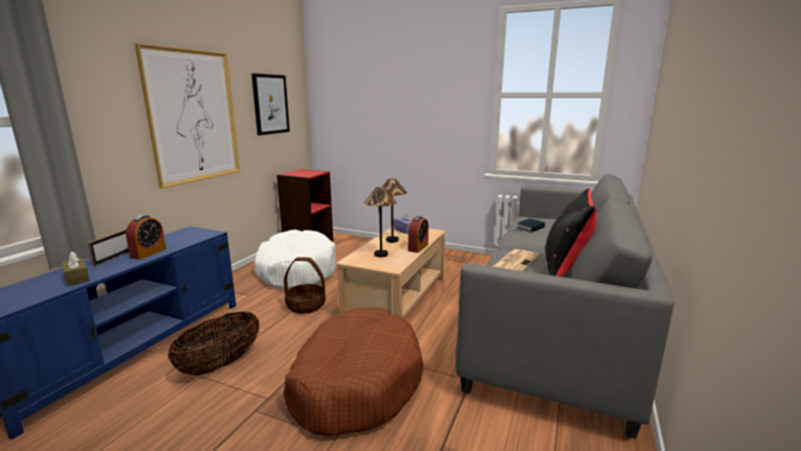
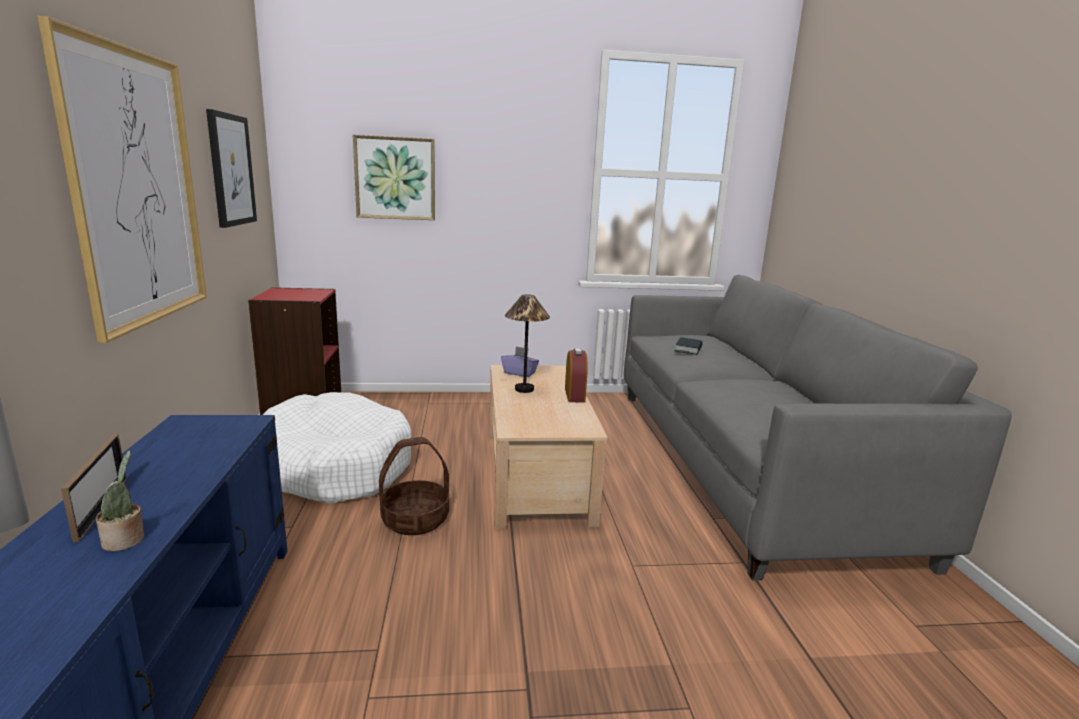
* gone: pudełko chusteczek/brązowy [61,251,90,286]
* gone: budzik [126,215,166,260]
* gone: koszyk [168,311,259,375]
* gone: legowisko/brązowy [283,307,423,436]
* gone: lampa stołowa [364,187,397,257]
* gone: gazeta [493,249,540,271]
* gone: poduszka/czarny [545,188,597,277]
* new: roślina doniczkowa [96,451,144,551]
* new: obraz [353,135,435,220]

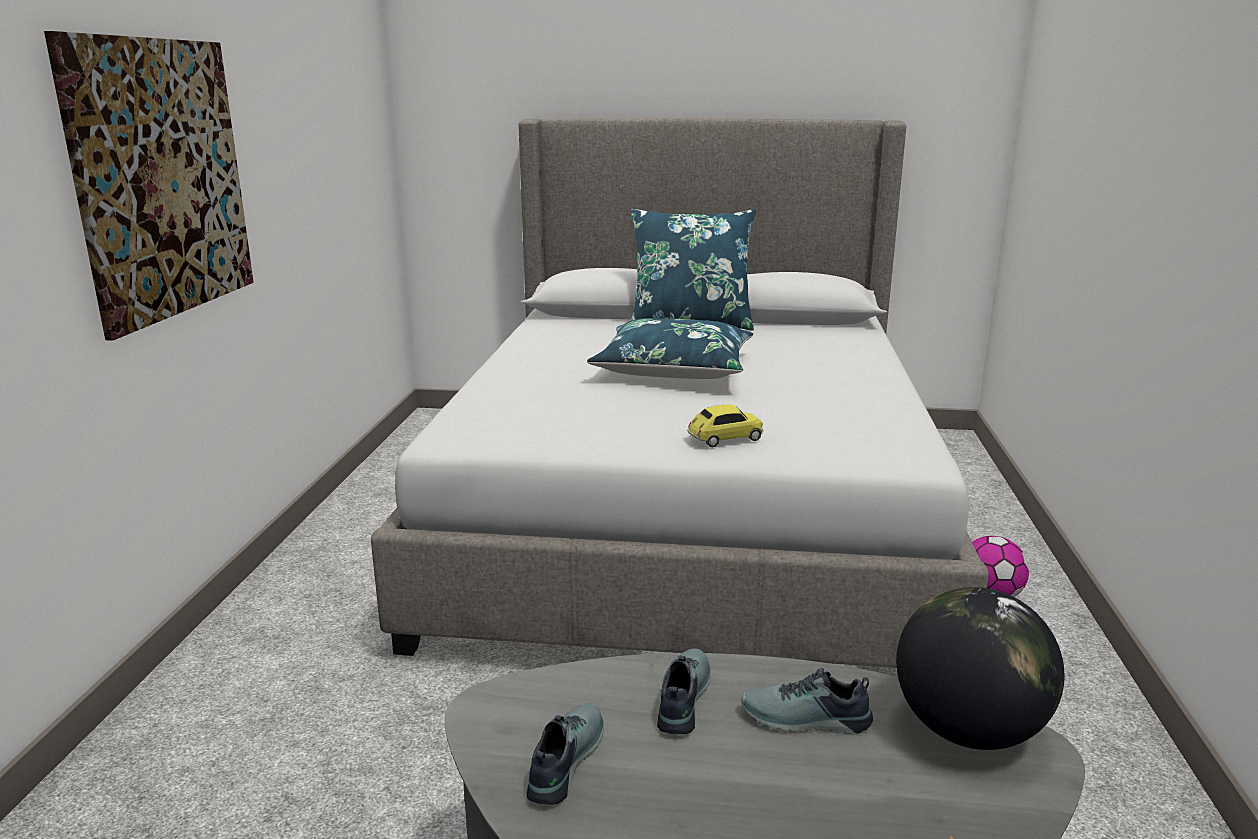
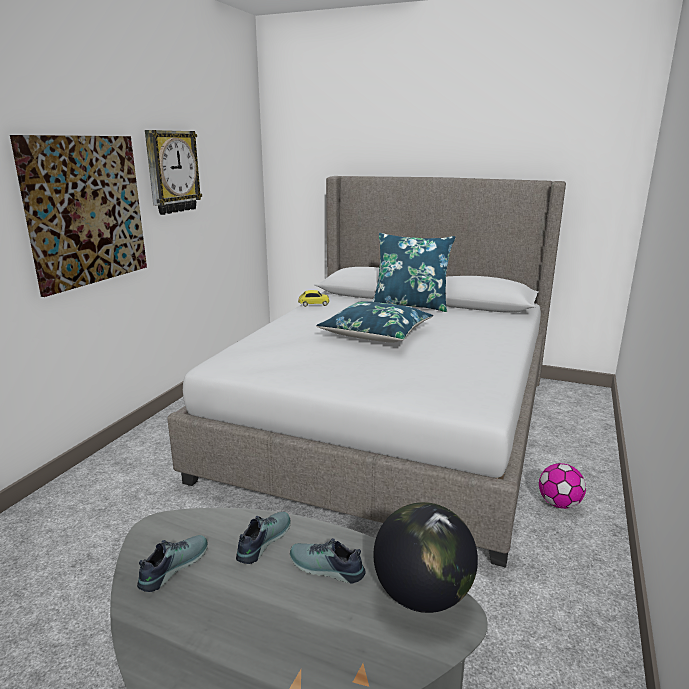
* shifted: samochodzik [687,404,763,447] to [298,290,330,307]
* new: zegar ścienny [145,130,202,215]

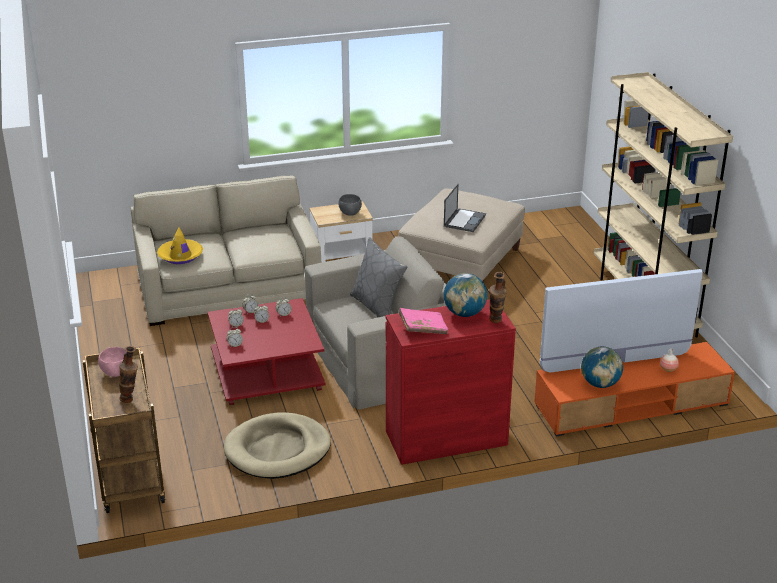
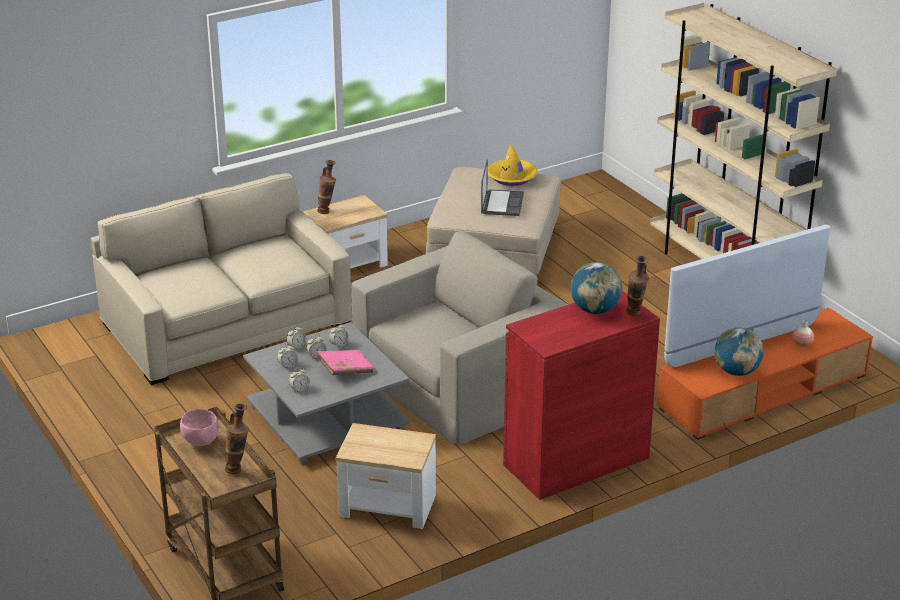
* shifted: kapelusz/żółty [157,228,203,264] to [488,144,538,186]
* repainted: ława/czerwony [208,298,326,405] to ława/szary [243,322,410,465]
* swapped: legowisko/beżowy [224,412,331,479] to stolik [336,423,436,529]
* gone: miska/szary [338,194,362,216]
* gone: poduszka/szary [350,237,407,317]
* shifted: książka/różowy [399,308,448,334] to [316,350,374,375]
* new: wazon [317,160,336,214]

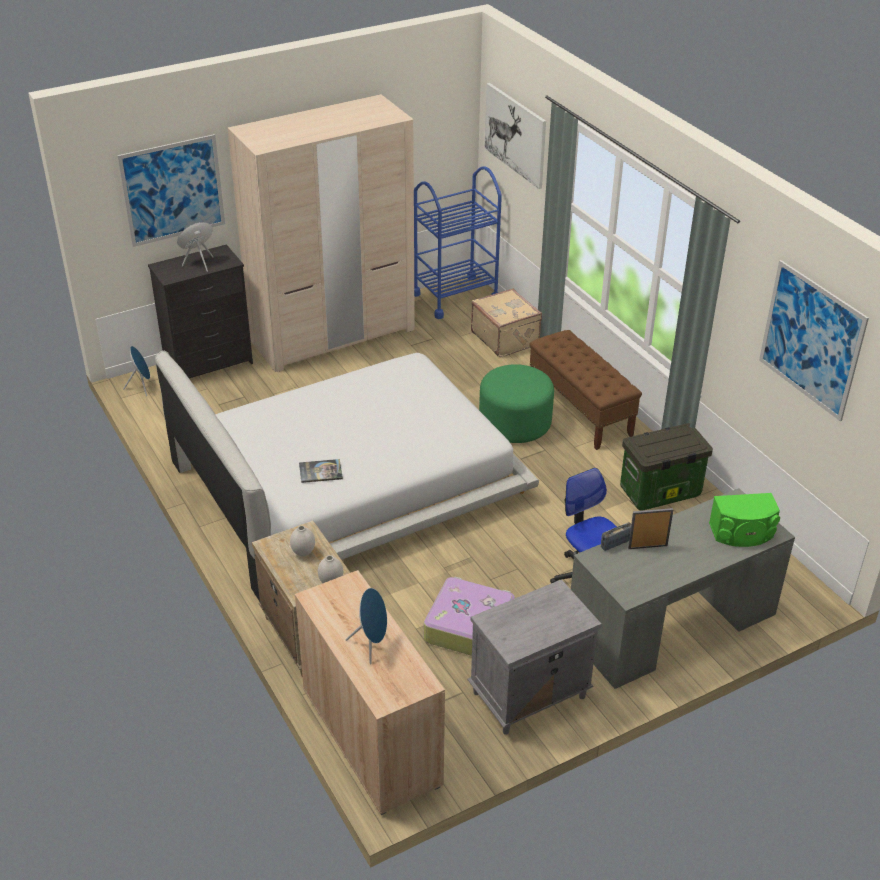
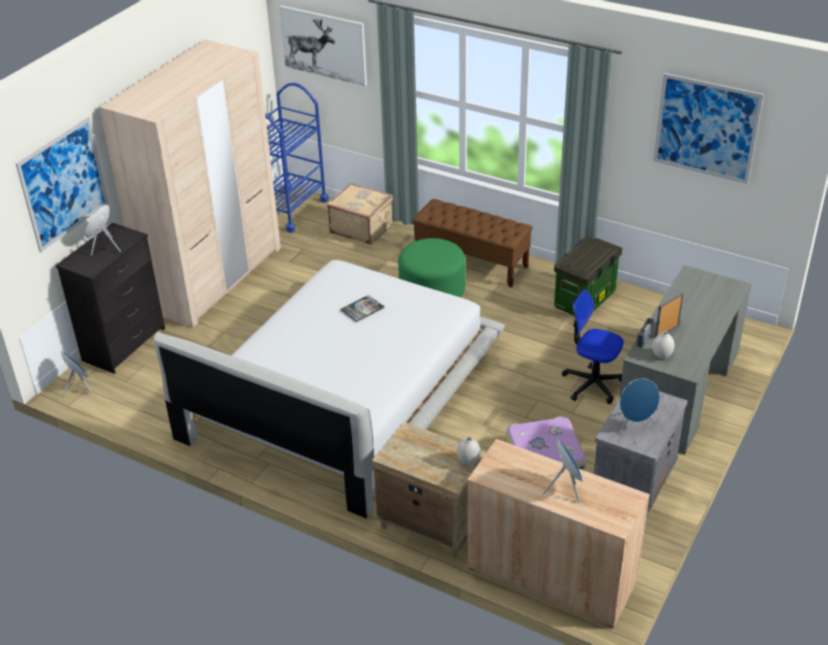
* shifted: wazon/biały [290,526,315,557] to [652,331,674,359]
* shifted: książka [299,459,343,483] to [340,295,384,322]
* gone: głośnik/zielony [709,493,780,547]
* new: głośnik/niebieski [620,378,660,434]

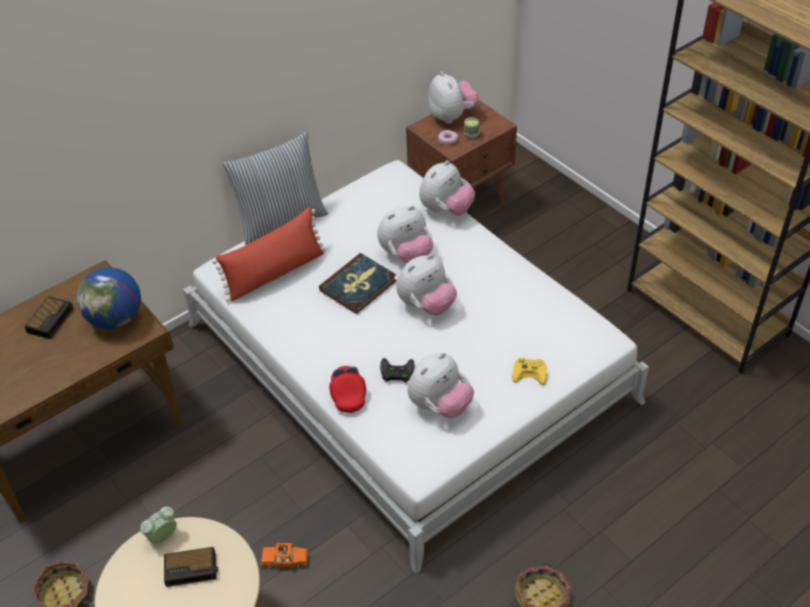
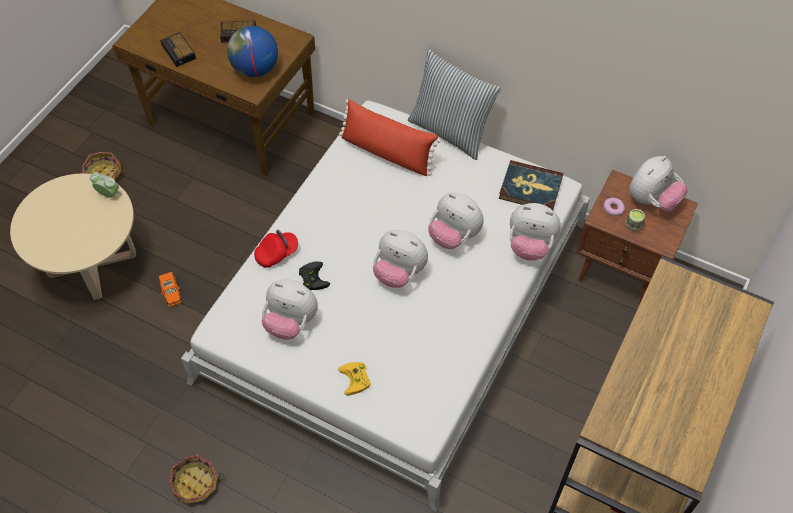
* shifted: budzik [164,547,218,587] to [160,32,196,67]
* shifted: książka [319,253,397,314] to [499,160,563,210]

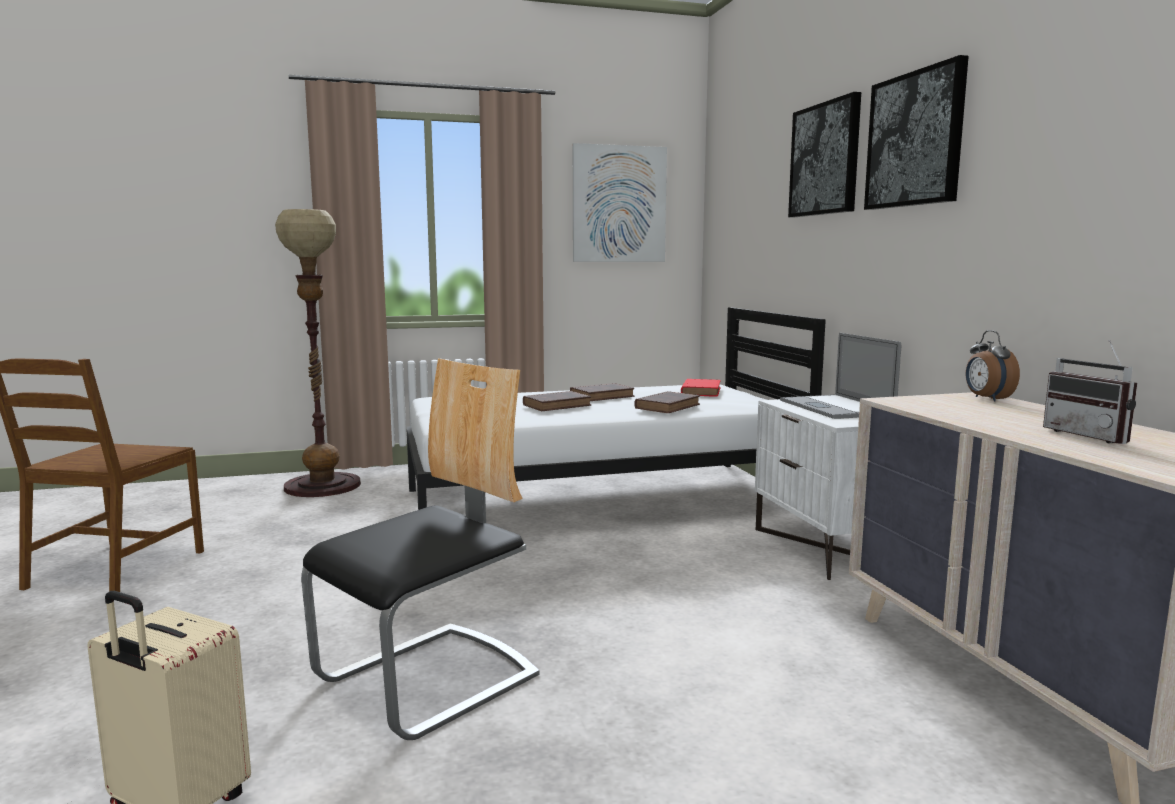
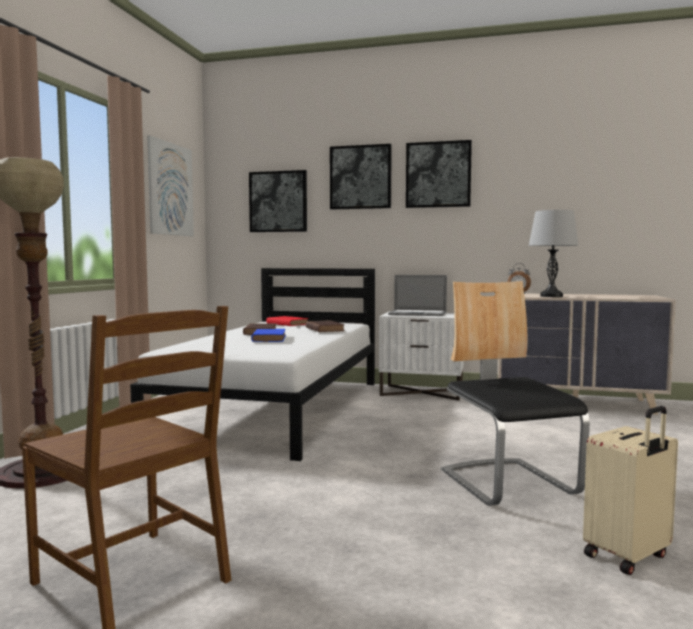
* repainted: książka/brązowy [523,391,591,411] to książka/niebieski [251,329,286,342]
* gone: radio [1043,340,1137,444]
* new: obraz [249,170,307,232]
* new: lampa stołowa/szary [529,210,578,297]

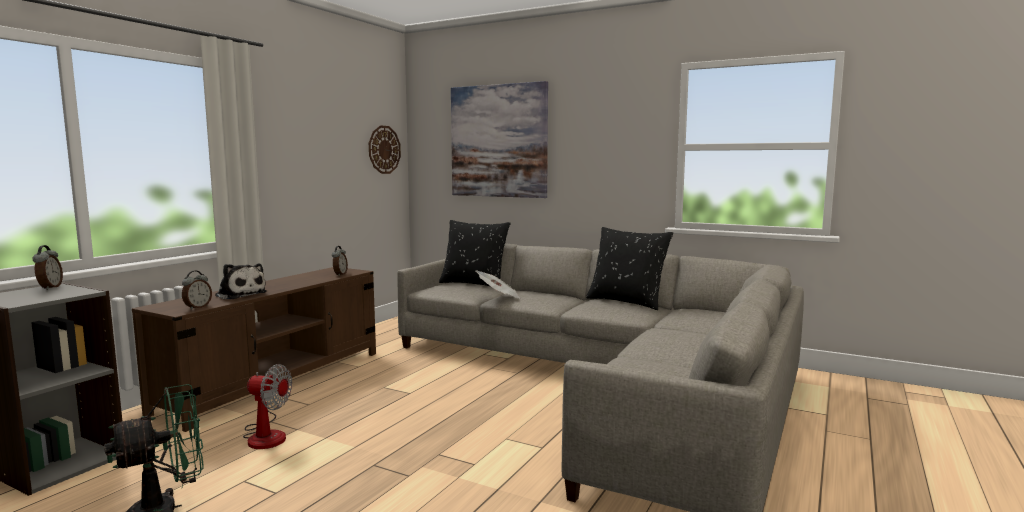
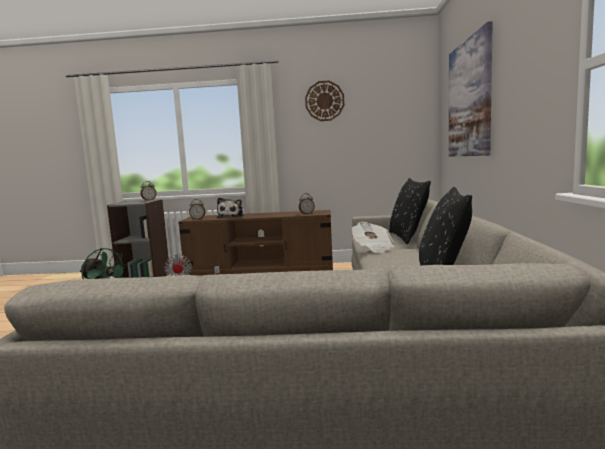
* shifted: zegar ścienny [369,125,401,174] to [305,81,344,121]

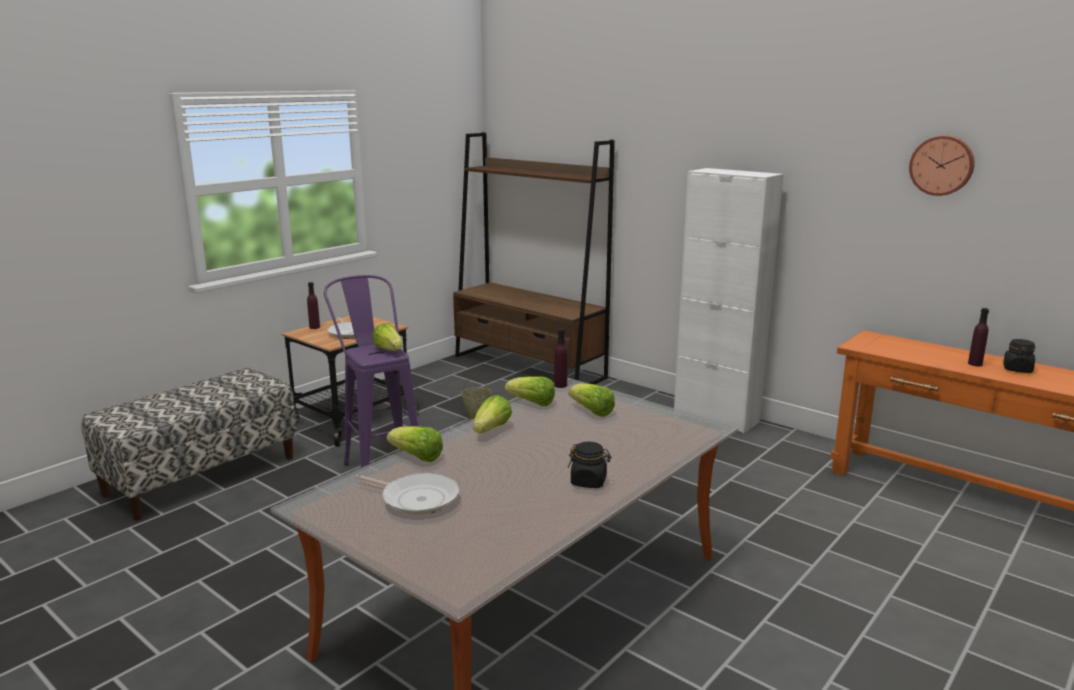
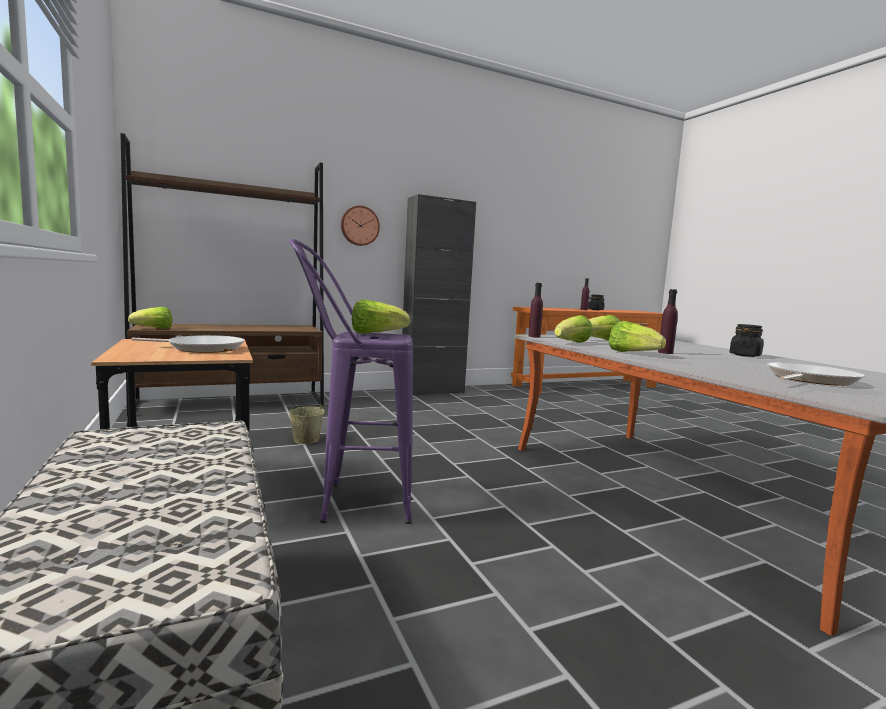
* shifted: butelka/fioletowy [307,282,320,329] to [658,289,678,354]
* shifted: sałata [387,426,443,462] to [128,307,172,329]
* repainted: szafka/biały [674,168,784,434] to szafka/czarny [402,194,476,395]
* shifted: zegar ścienny [909,135,975,196] to [341,206,380,246]

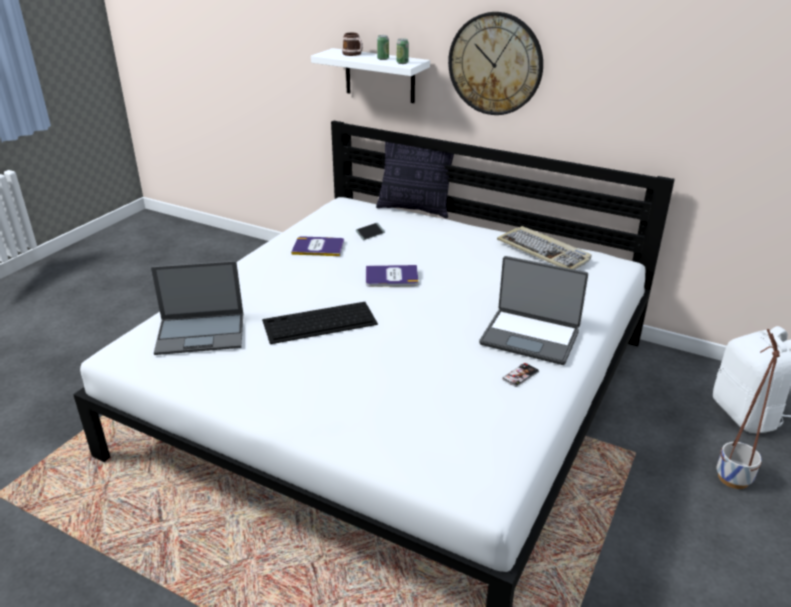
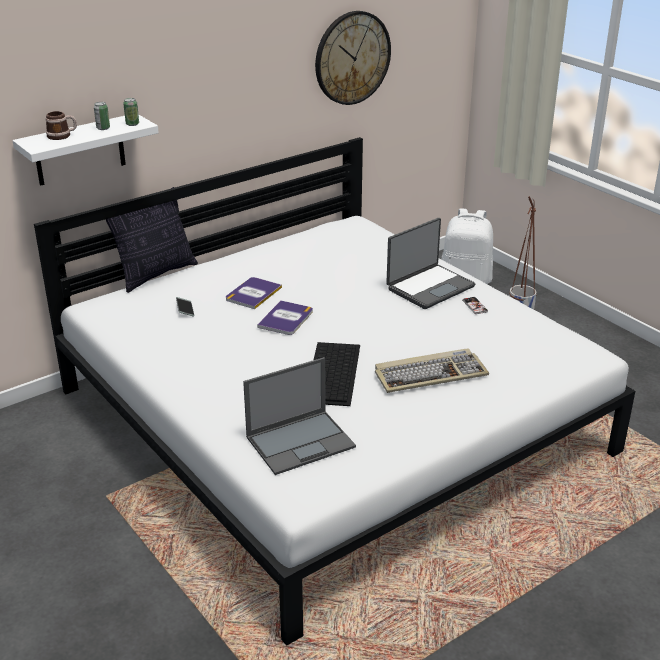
* rotated: laptop [151,261,243,355] = [243,357,356,475] 45 degrees clockwise
* shifted: książka [291,236,344,256] to [226,277,282,309]
* shifted: zegar ścienny [448,12,543,115] to [315,11,391,105]
* shifted: klawiatura [497,226,592,270] to [375,348,489,393]

